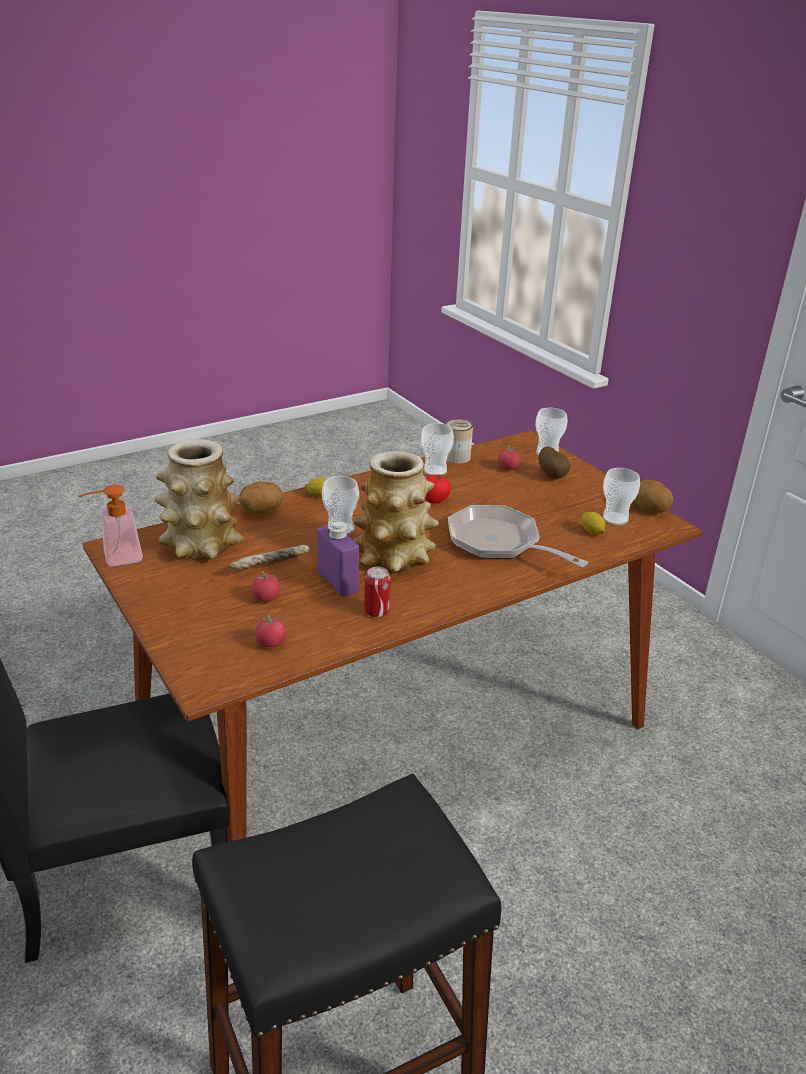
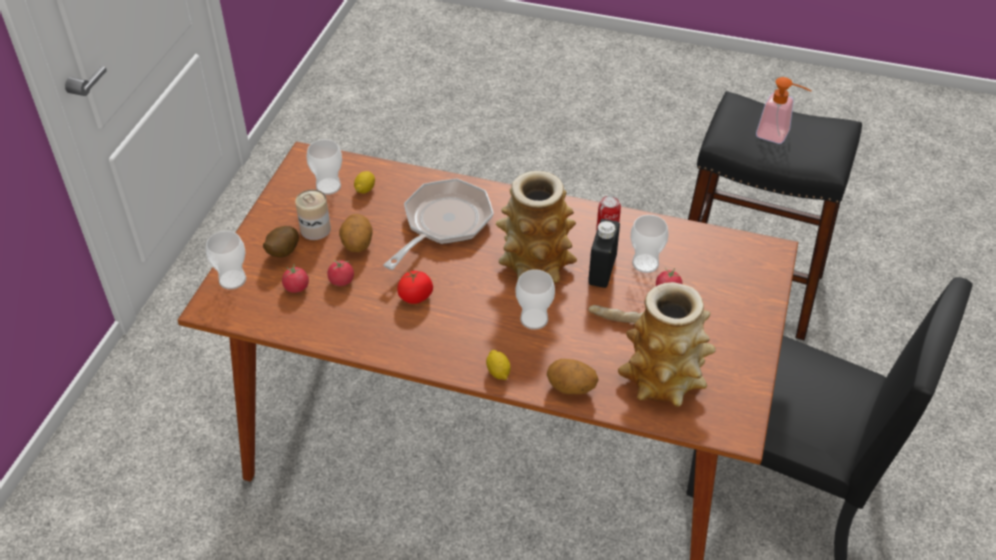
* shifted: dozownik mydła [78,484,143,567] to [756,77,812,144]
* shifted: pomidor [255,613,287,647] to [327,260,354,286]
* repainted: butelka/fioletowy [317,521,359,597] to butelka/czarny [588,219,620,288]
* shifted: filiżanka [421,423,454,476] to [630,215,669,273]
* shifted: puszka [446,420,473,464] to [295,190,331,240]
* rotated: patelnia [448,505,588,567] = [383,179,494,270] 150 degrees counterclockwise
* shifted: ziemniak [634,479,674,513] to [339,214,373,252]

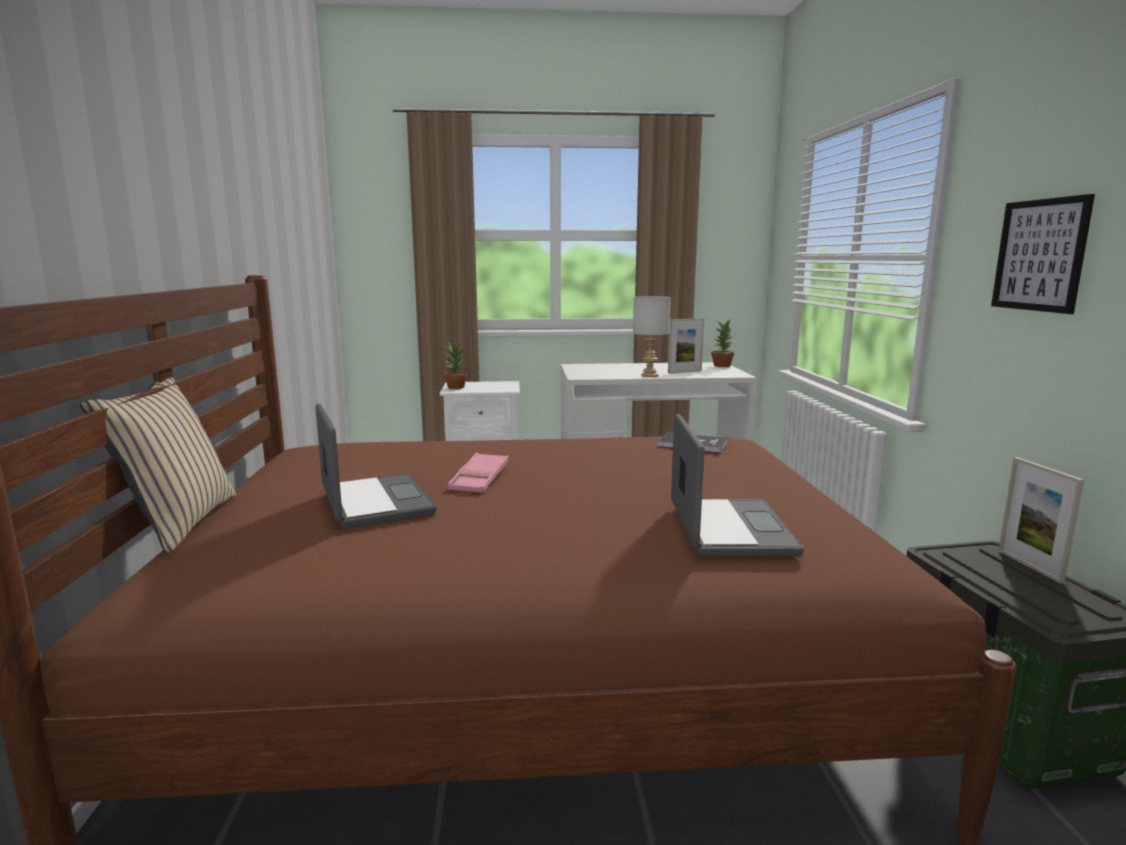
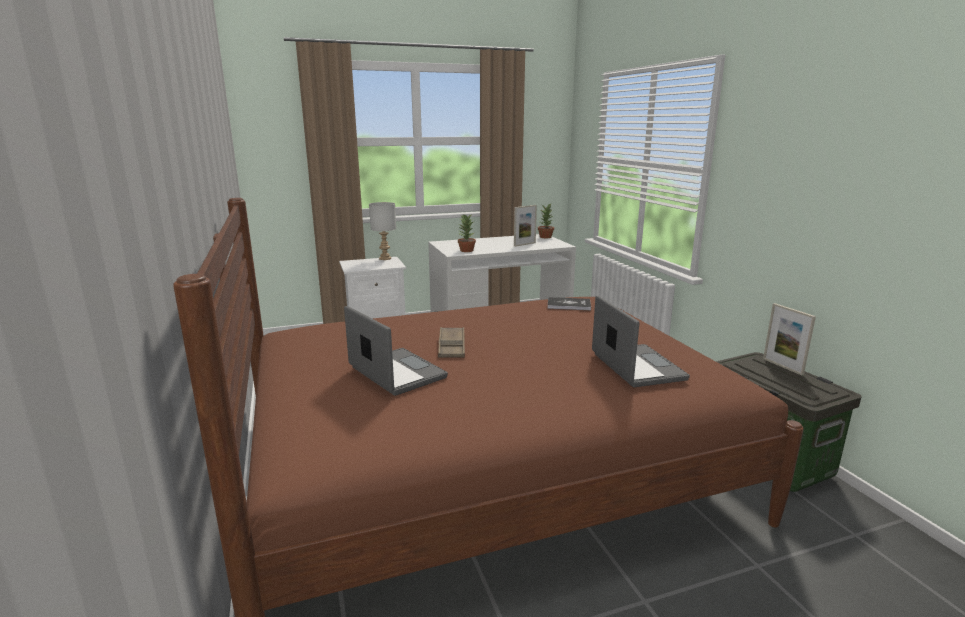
* gone: poduszka/beżowy [80,378,236,554]
* shifted: roślina doniczkowa [444,341,467,389] to [458,215,476,252]
* repainted: taca/różowy [447,453,509,493] to taca/brązowy [438,327,465,358]
* shifted: lampa stołowa/szary [633,296,671,377] to [369,202,396,260]
* gone: obraz [991,194,1095,314]

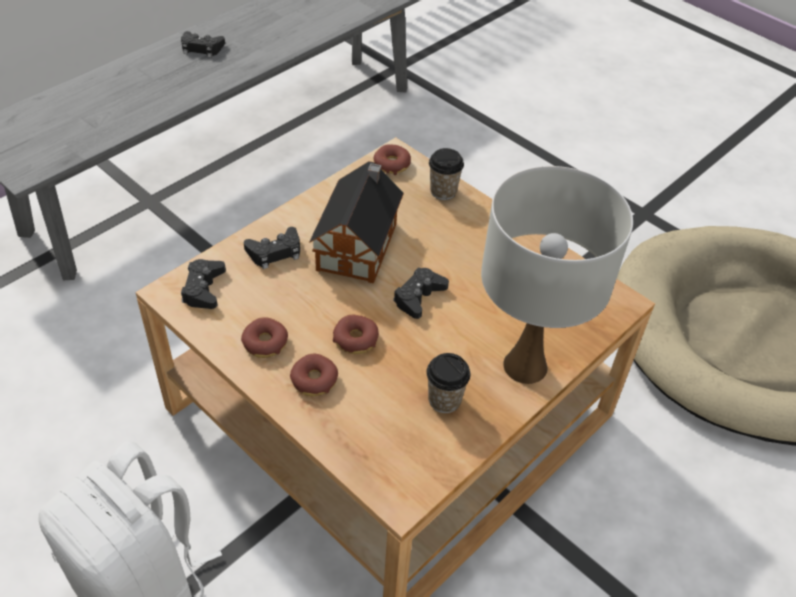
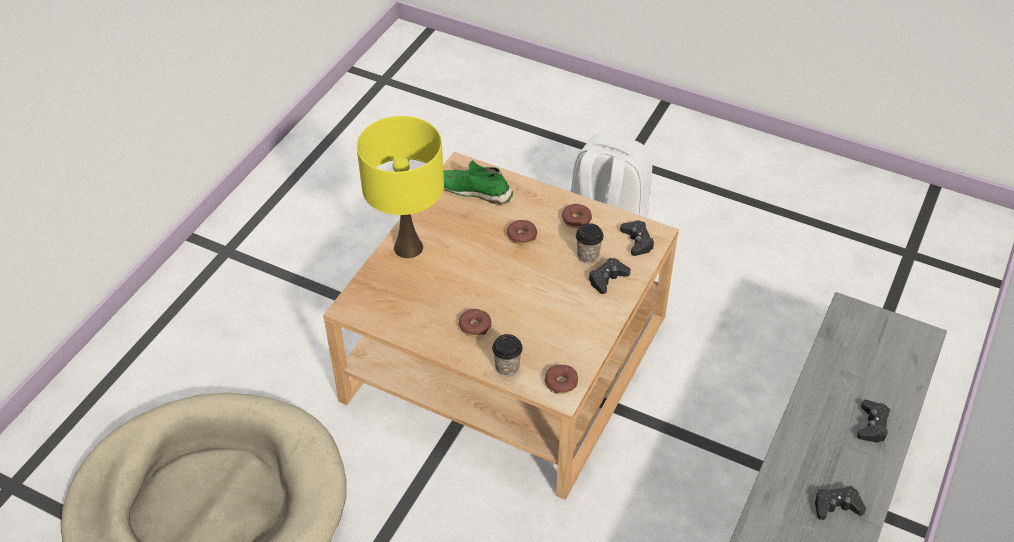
* shifted: donut [290,354,338,396] to [459,309,492,336]
* gone: domek [309,161,404,284]
* shifted: pad do gier/czarny [393,268,449,319] to [857,400,891,443]
* shifted: filiżanka [426,353,470,413] to [576,223,604,263]
* repainted: lampa stołowa/biały [481,166,633,384] to lampa stołowa/żółty [357,116,444,258]
* new: but/zielony [443,160,513,205]

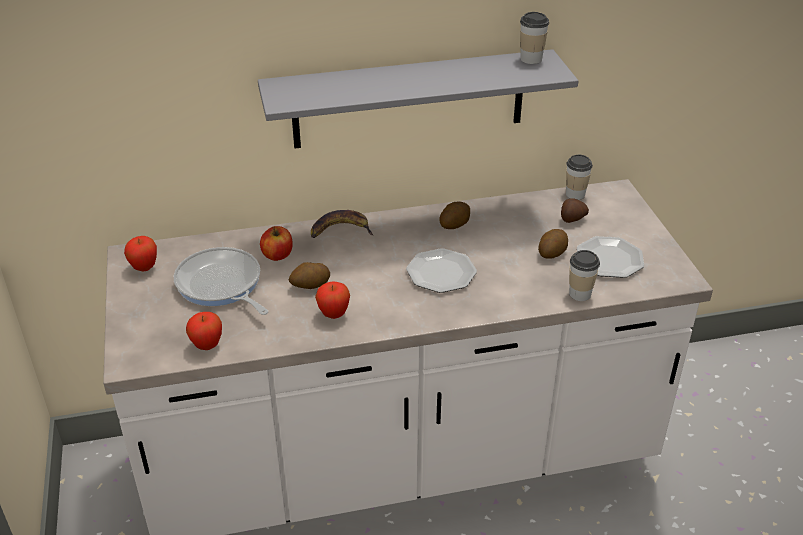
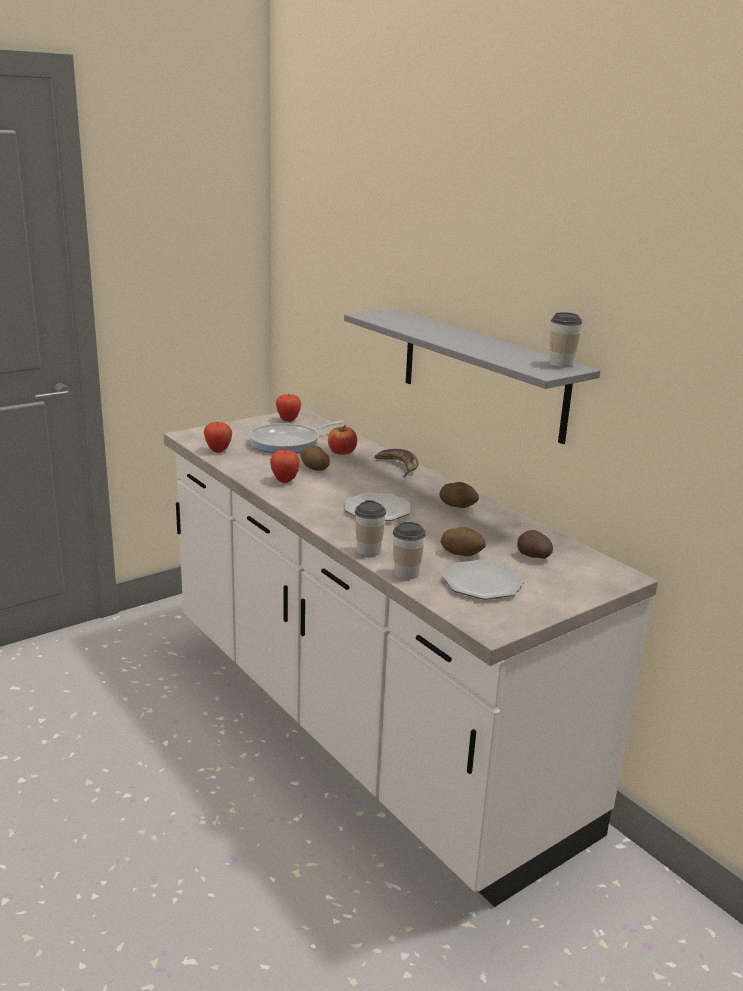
* rotated: patelnia [174,247,268,315] = [249,421,344,453] 150 degrees counterclockwise
* shifted: filiżanka [566,155,593,200] to [355,500,386,556]

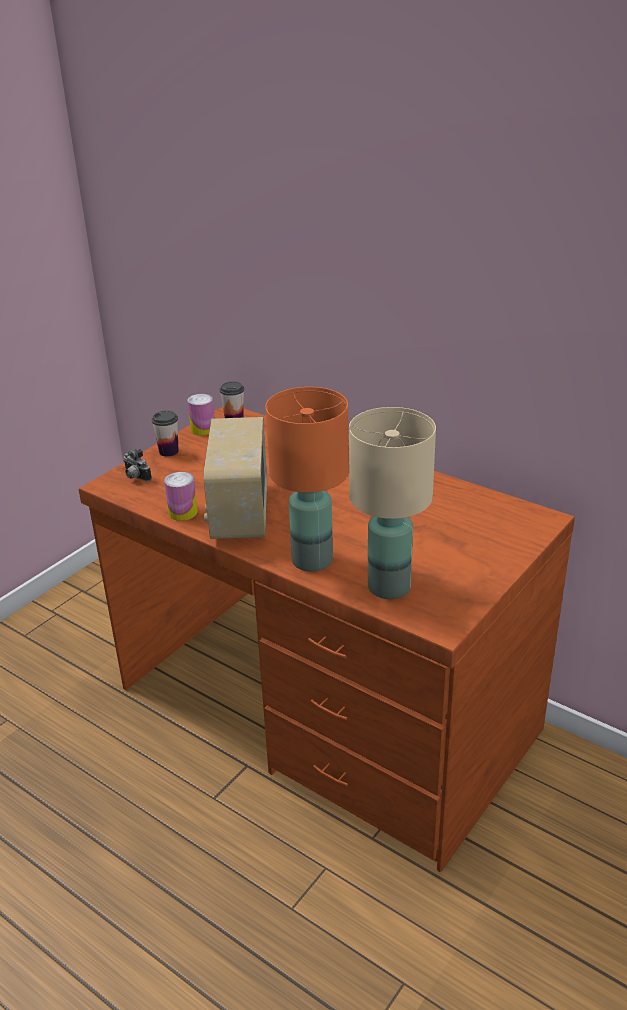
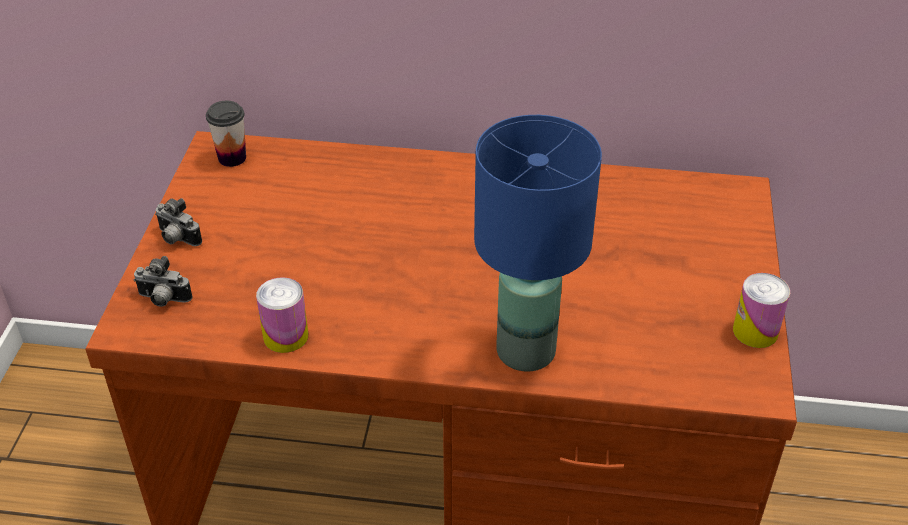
* swapped: filiżanka [152,411,179,457] to aparat fotograficzny [155,198,202,246]
* shifted: puszka [187,394,215,436] to [733,273,790,348]
* gone: radio [204,417,267,539]
* repainted: lampa stołowa/pomarańczowy [265,387,349,572] to lampa stołowa/niebieski [474,115,602,371]
* gone: lampa stołowa/beżowy [349,407,436,599]

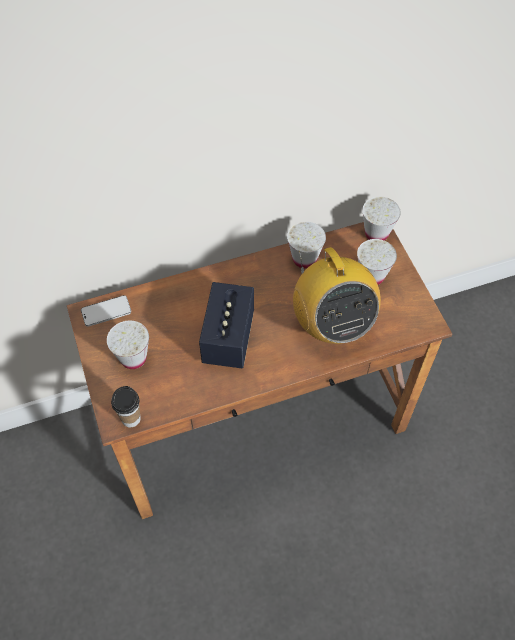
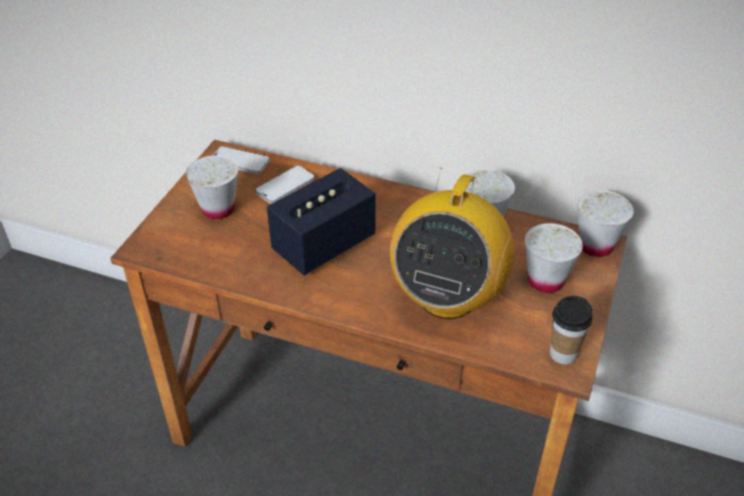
* shifted: filiżanka [111,386,141,427] to [550,296,593,364]
* new: telefon [255,165,315,204]

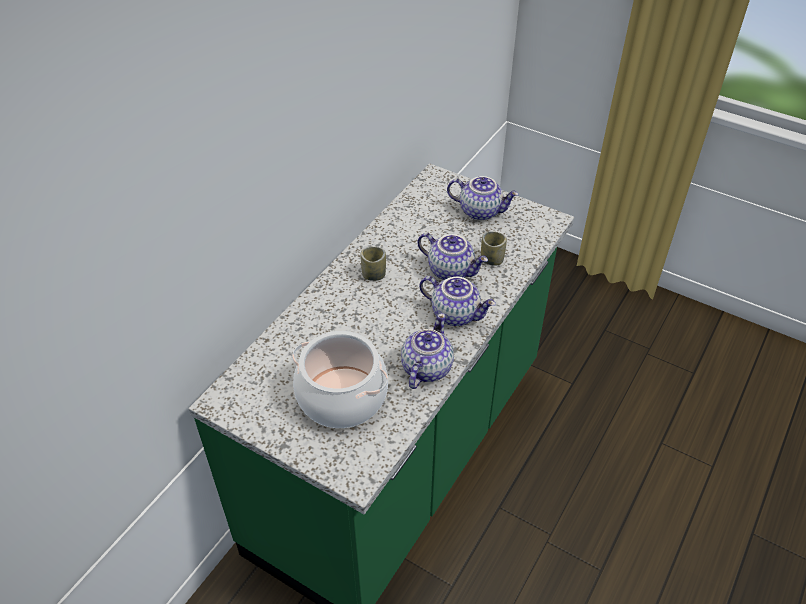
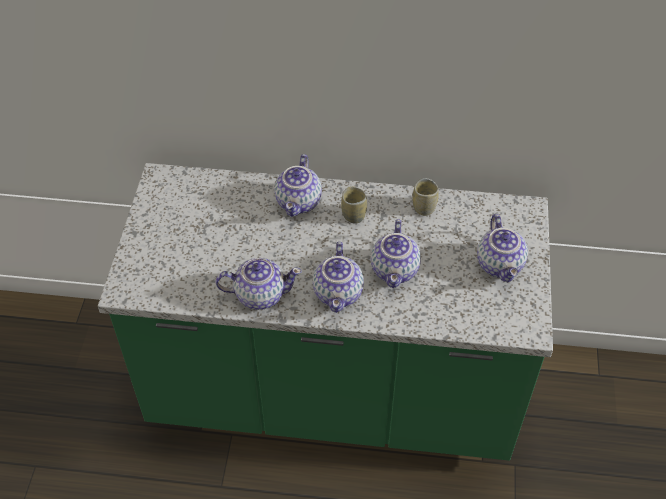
* gone: garnek [292,331,388,428]
* shifted: filiżanka [481,231,507,266] to [412,178,439,216]
* new: imbryk [275,154,322,217]

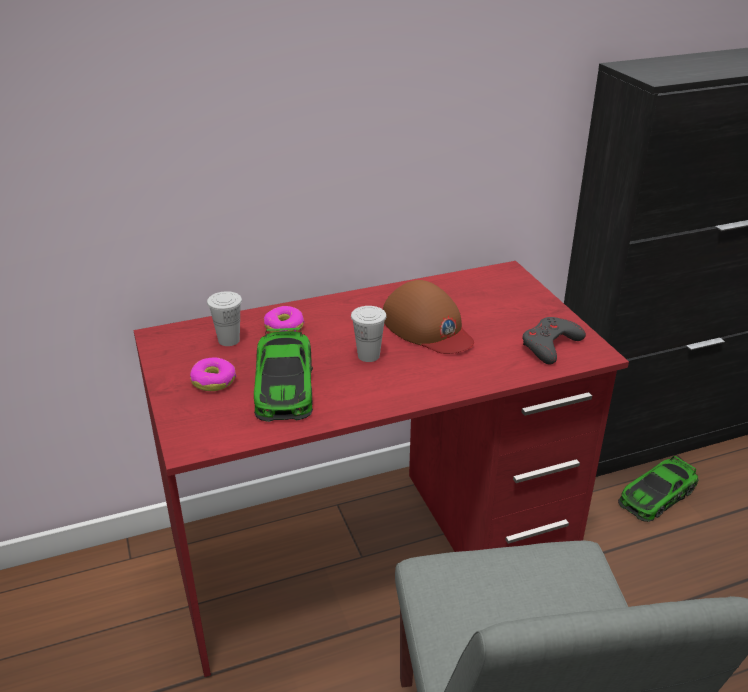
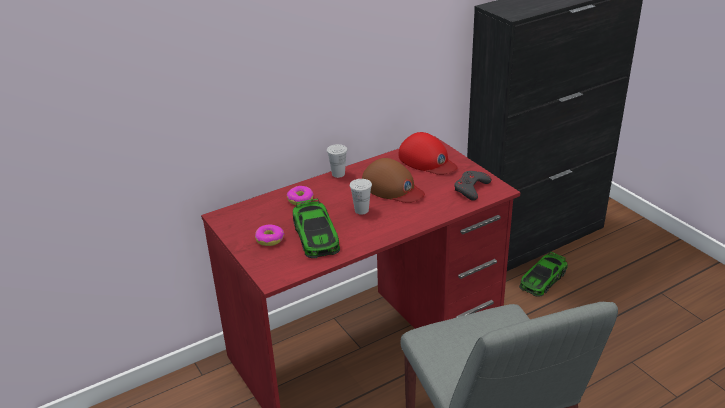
* shifted: filiżanka/biały [207,291,242,346] to [327,144,347,178]
* new: czapka z daszkiem/czerwony [399,132,457,175]

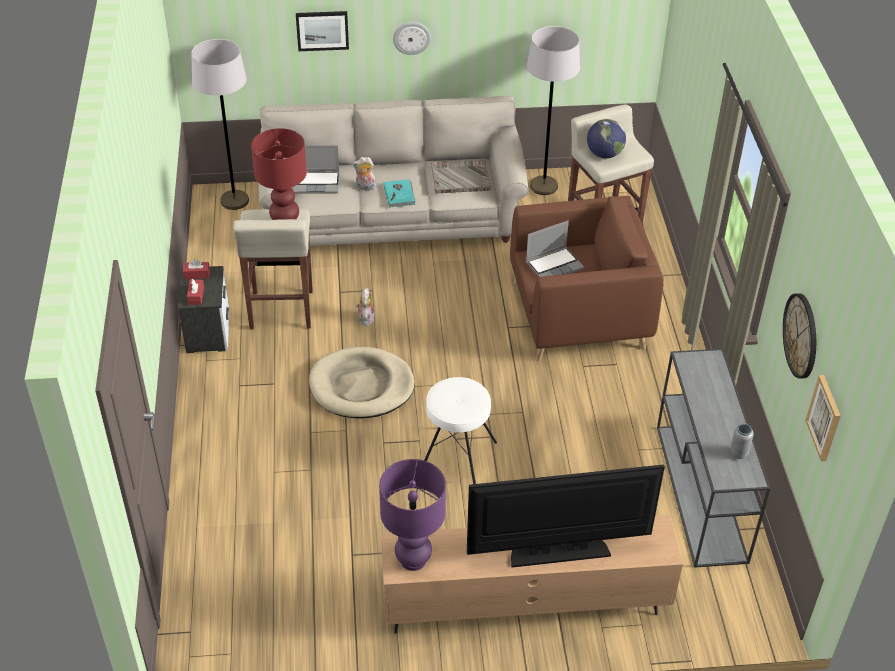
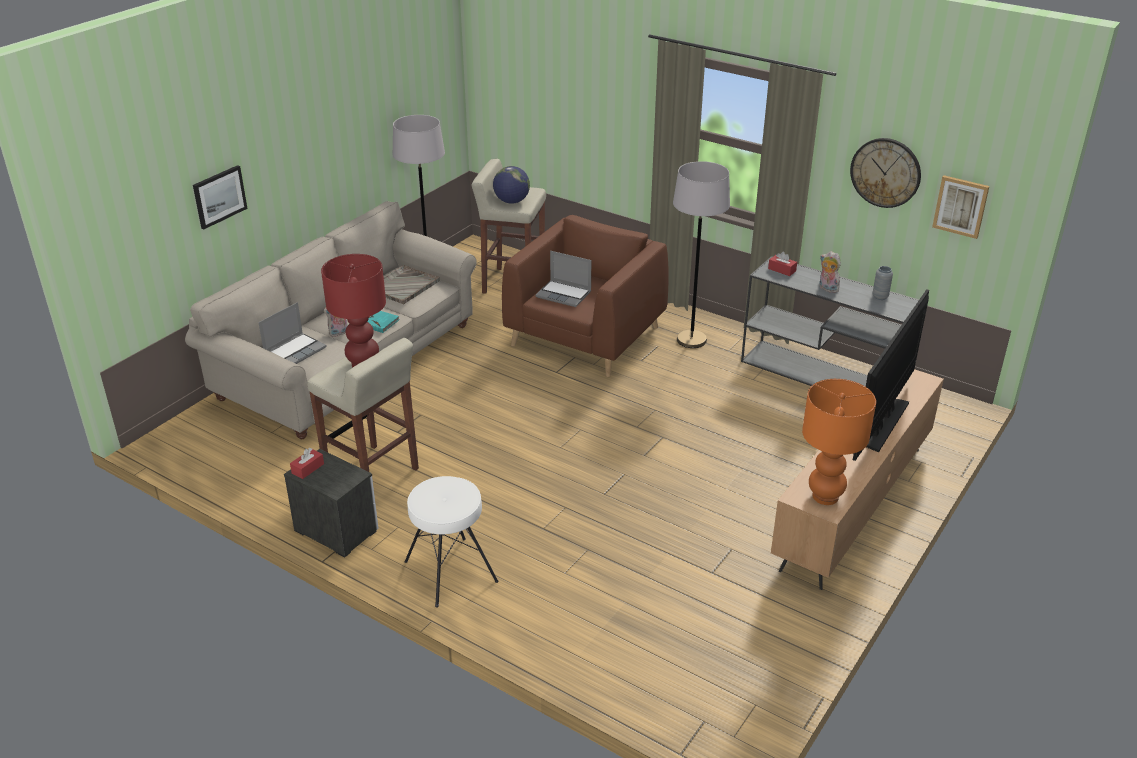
* shifted: pudełko chusteczek/czerwony [187,279,204,305] to [768,252,797,276]
* shifted: lampa stojąca/szary [191,39,249,210] to [673,161,730,348]
* gone: legowisko/beżowy [309,347,415,418]
* shifted: pluszak [356,288,375,326] to [819,251,841,293]
* repainted: lampa stołowa/fioletowy [379,459,446,571] to lampa stołowa/pomarańczowy [802,379,876,505]
* gone: zegar ścienny [393,22,431,55]
* shifted: stołek/biały [424,377,497,484] to [405,476,499,608]
* rotated: laptop [526,220,584,277] = [535,251,591,307] 105 degrees clockwise

